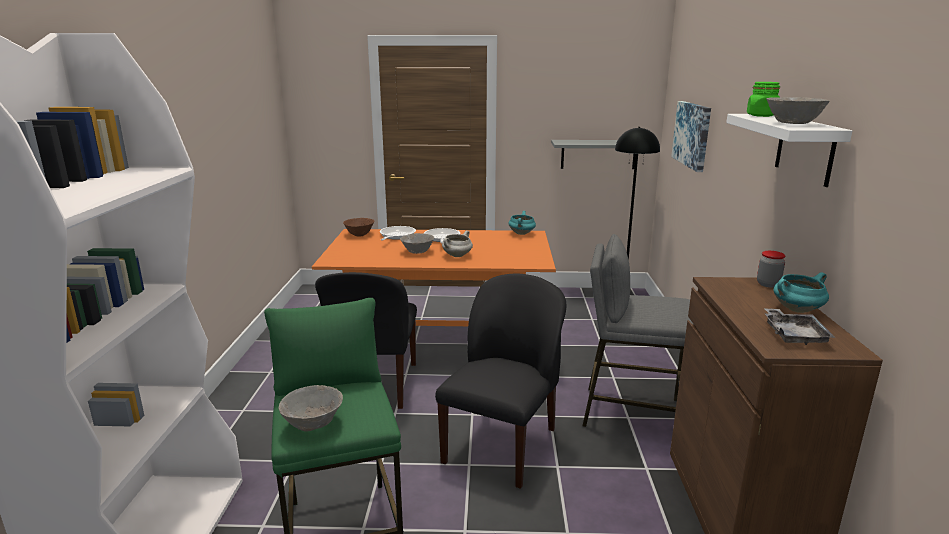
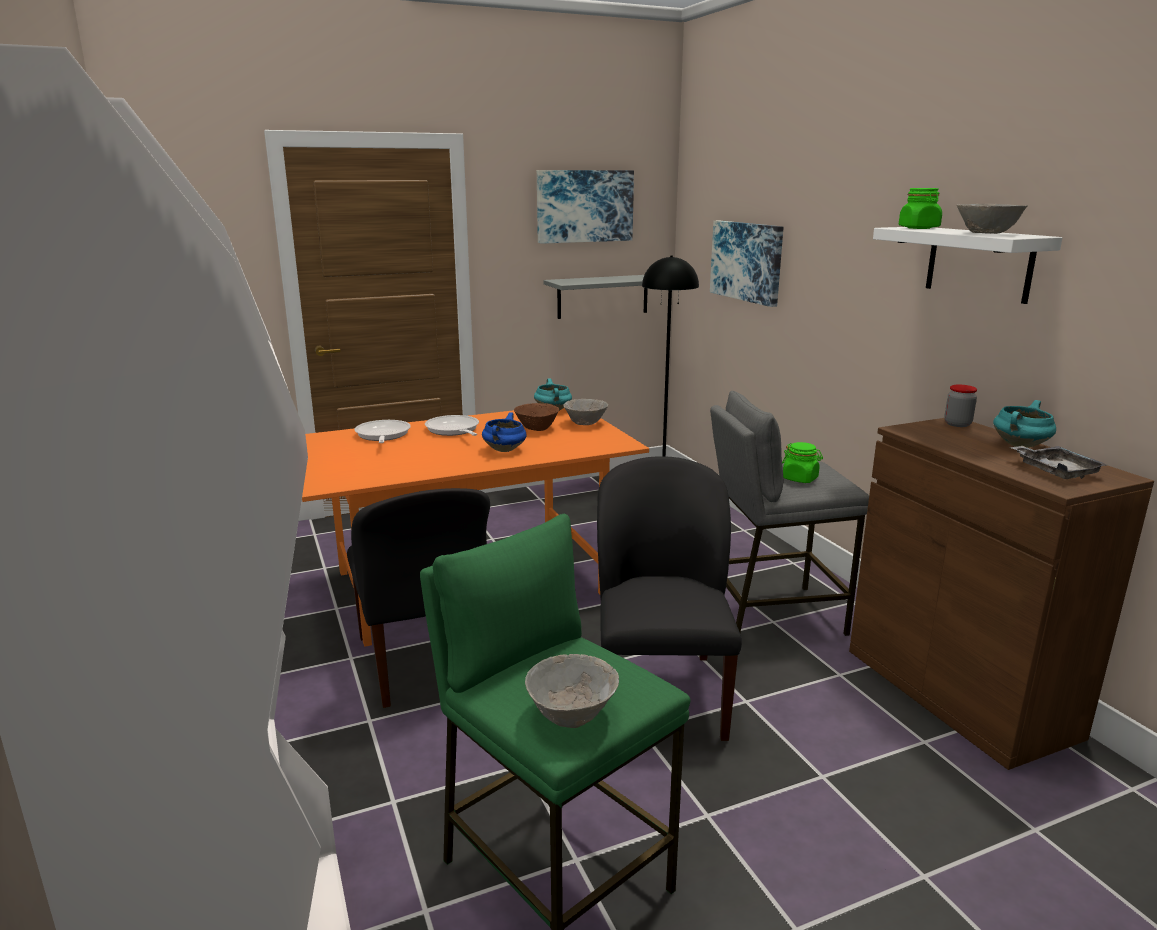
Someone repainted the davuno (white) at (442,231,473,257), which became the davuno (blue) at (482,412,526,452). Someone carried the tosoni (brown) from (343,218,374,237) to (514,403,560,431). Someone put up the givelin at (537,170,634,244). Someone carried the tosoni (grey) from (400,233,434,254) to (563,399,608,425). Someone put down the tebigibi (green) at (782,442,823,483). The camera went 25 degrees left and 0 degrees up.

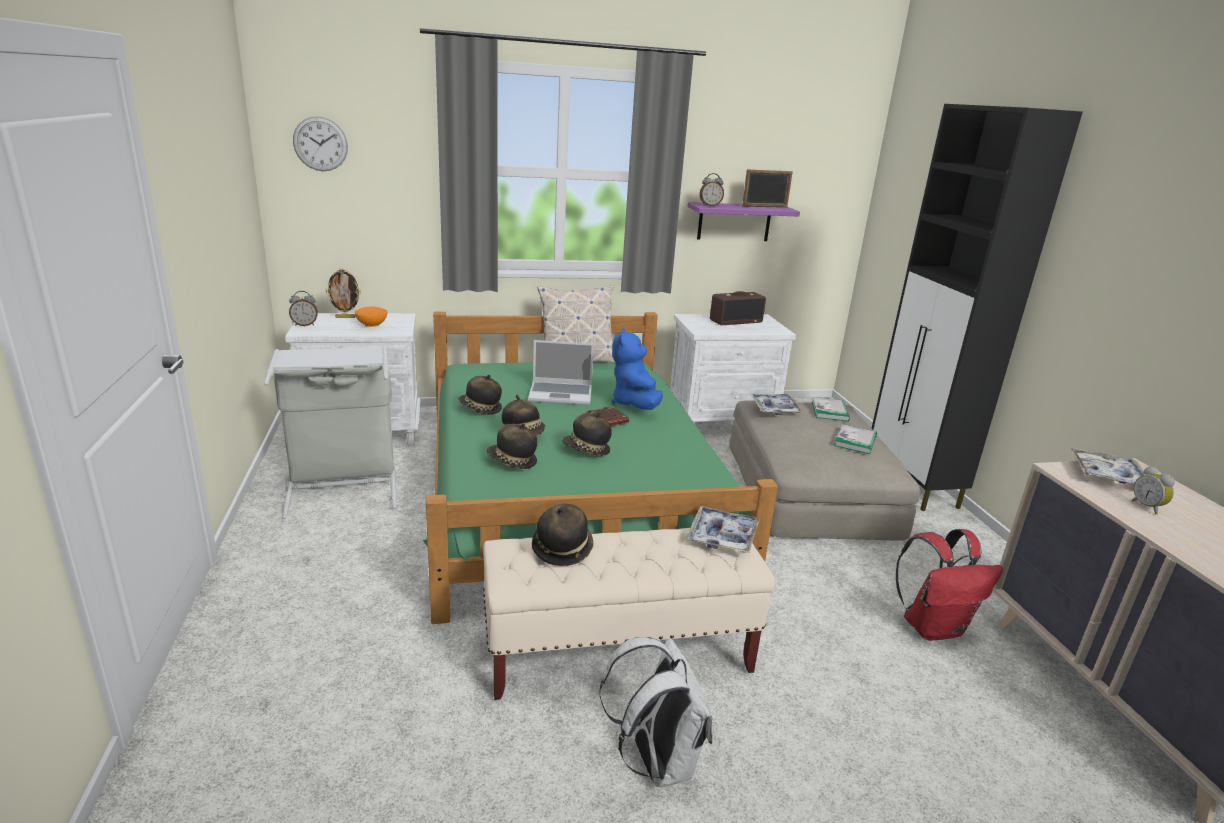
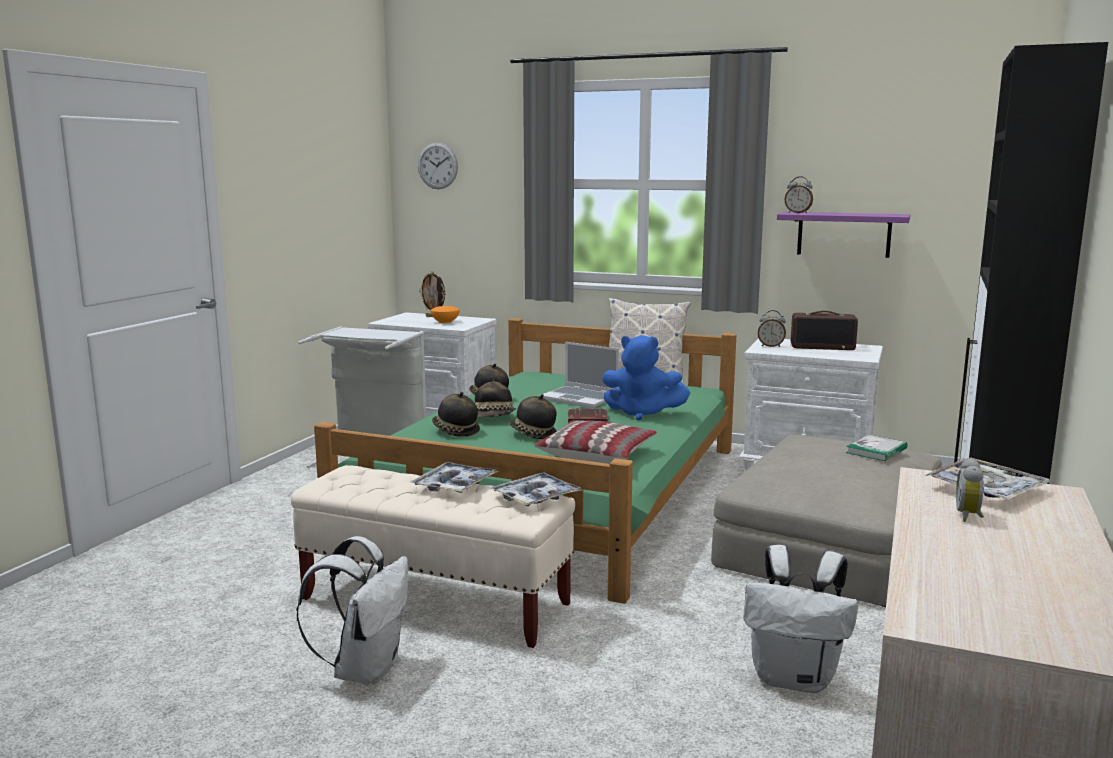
Someone carried the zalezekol from (750,394,803,415) to (410,462,498,493). Someone put down the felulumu at (534,420,657,464). Someone rotated the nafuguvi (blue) at (612,328,663,410) by 105 degrees counterclockwise. Someone repainted the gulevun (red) at (896,529,1003,641), which became the gulevun (white) at (744,545,858,693). Someone carried the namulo from (289,291,318,326) to (758,310,786,347). Someone took away the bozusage at (532,503,594,566). Someone took away the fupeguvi at (742,170,793,208). Someone took away the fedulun at (834,424,877,454). The camera went 35 degrees right and 10 degrees down.

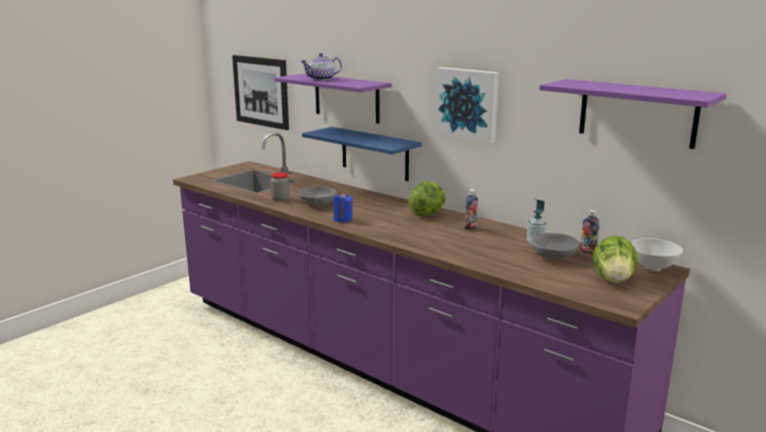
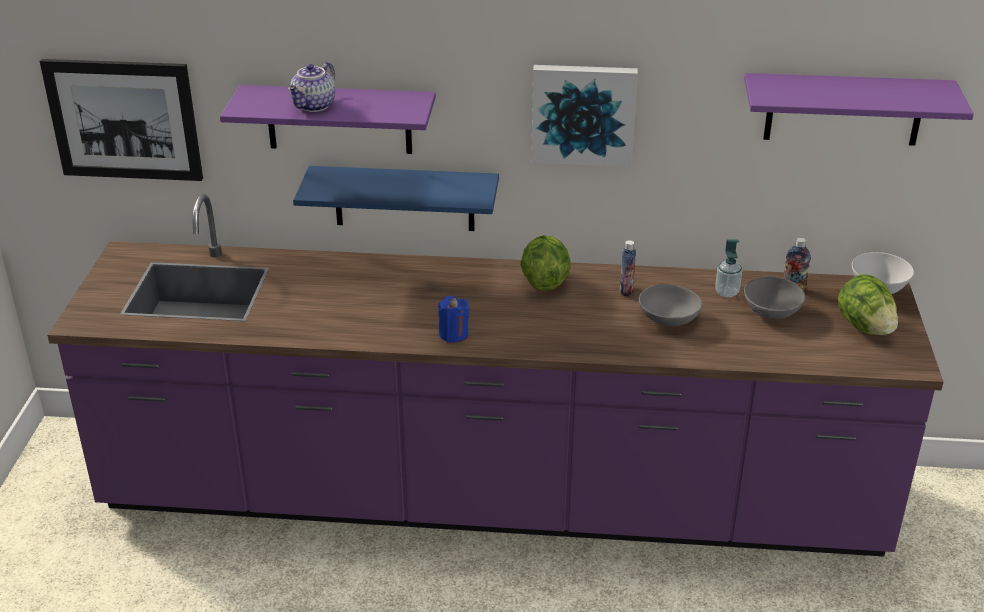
Someone carried the tosoni (grey) from (299,186,337,206) to (639,284,702,326). Someone took away the tebigibi at (271,172,289,201). The camera went 35 degrees left and 15 degrees up.

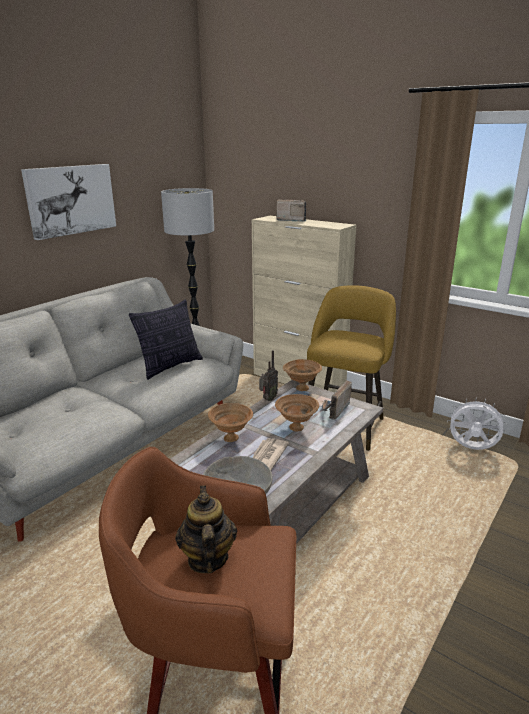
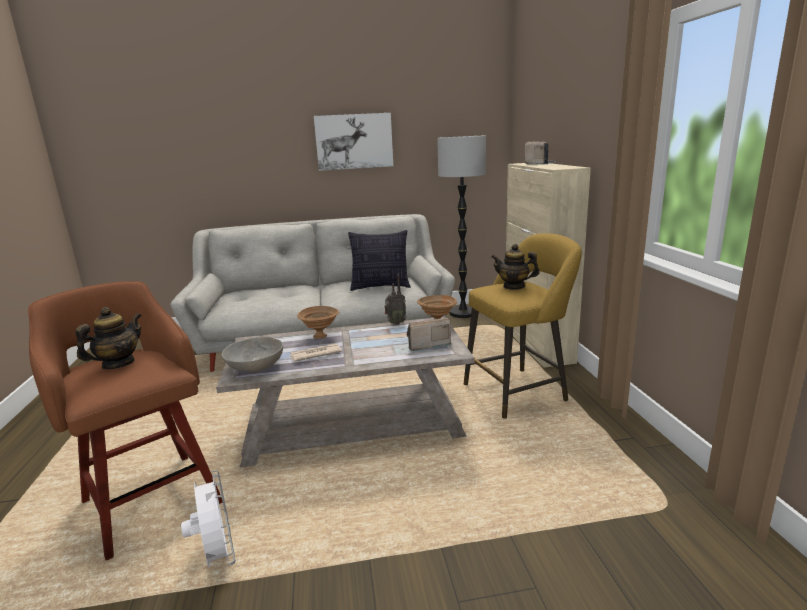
Someone carried the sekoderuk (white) from (447,397,507,450) to (181,470,235,568). Someone put down the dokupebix at (491,244,540,290). Someone took away the tosoni (brown) at (275,394,319,431). The camera went 45 degrees right and 5 degrees down.

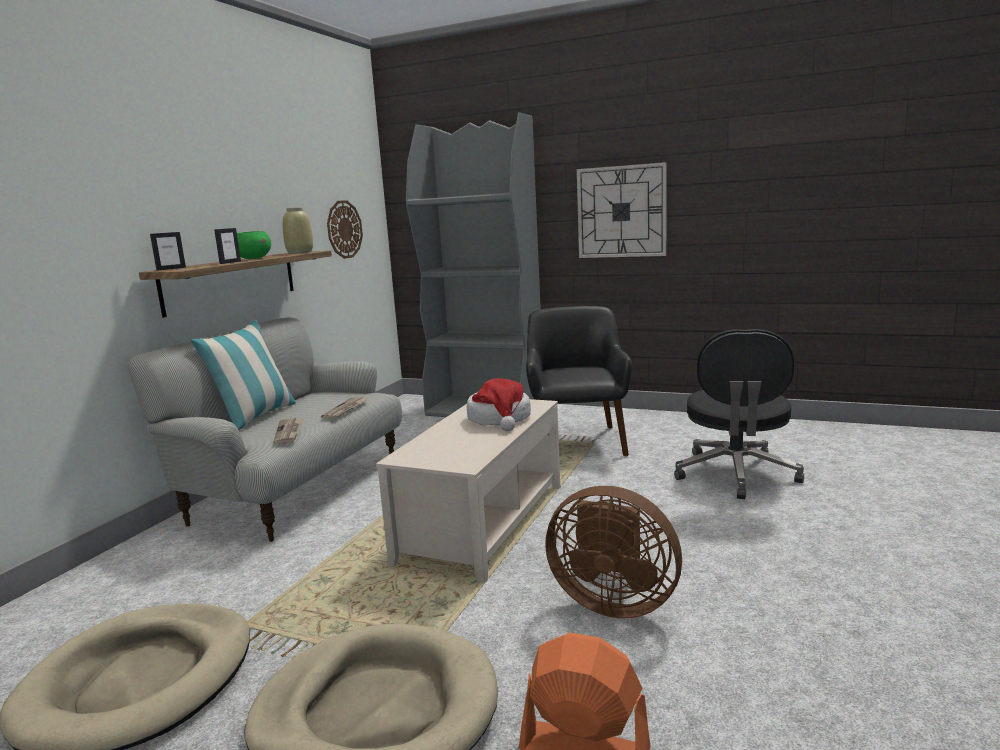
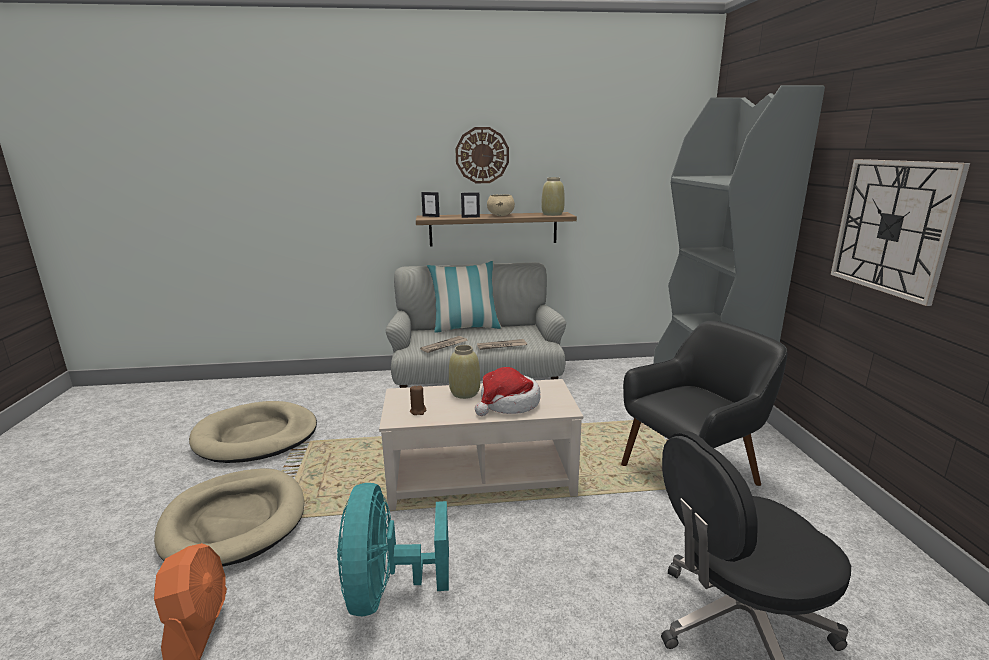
Someone repainted the sekoderuk (brown) at (545,486,682,618), which became the sekoderuk (turquoise) at (337,483,449,616). Someone put down the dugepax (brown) at (410,385,426,415). Someone put down the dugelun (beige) at (449,345,480,399). Someone carried the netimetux from (327,200,363,259) to (455,127,509,183). Someone repainted the tosoni (green) at (237,231,271,259), which became the tosoni (beige) at (487,194,515,216). The camera went 60 degrees right and 5 degrees up.

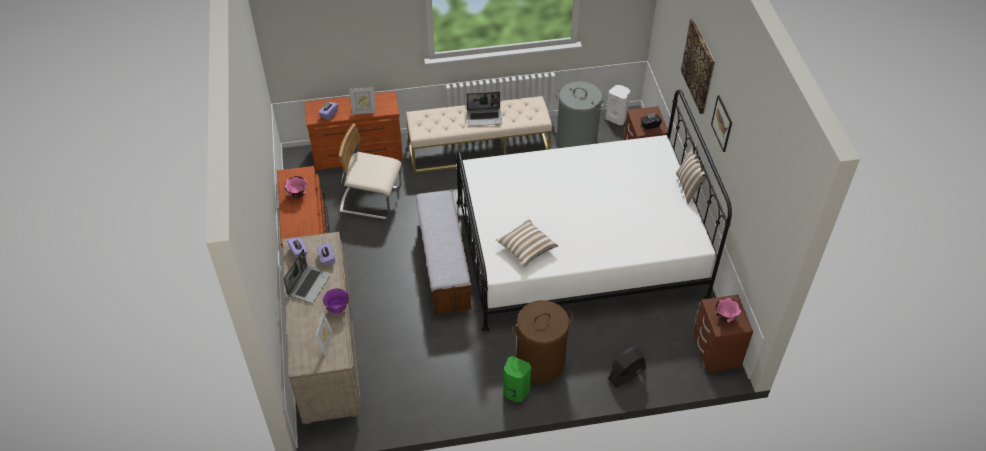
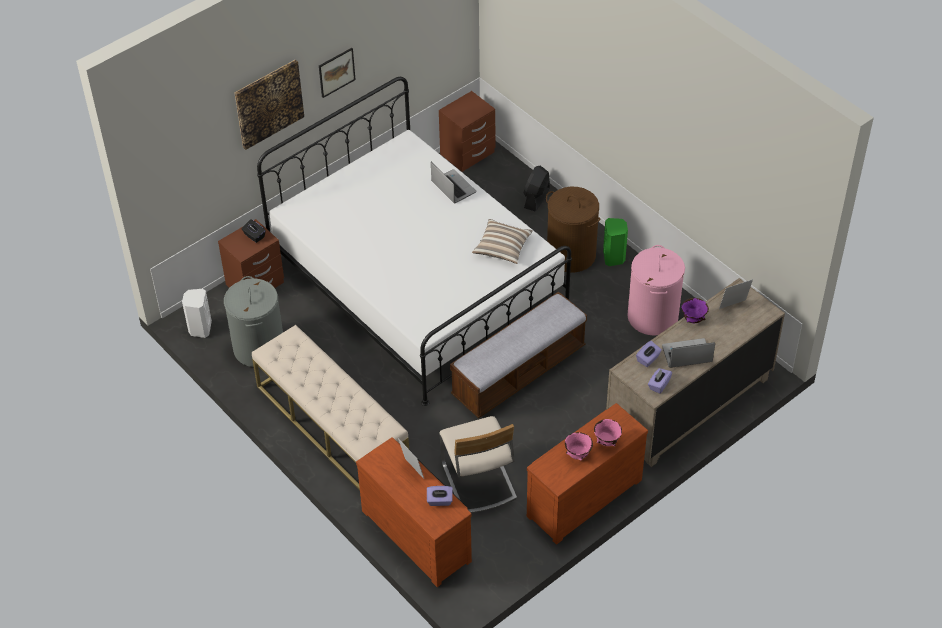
Someone carried the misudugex from (467,92,502,126) to (431,162,476,203). Someone rotated the sekoderuk (black) at (608,346,646,388) by 90 degrees clockwise. Someone carried the tosoni (pink) from (715,298,741,323) to (594,419,622,446). Someone put down the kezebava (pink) at (628,245,685,336). Someone took away the felulumu at (676,144,709,204). The camera went 120 degrees left and 0 degrees up.

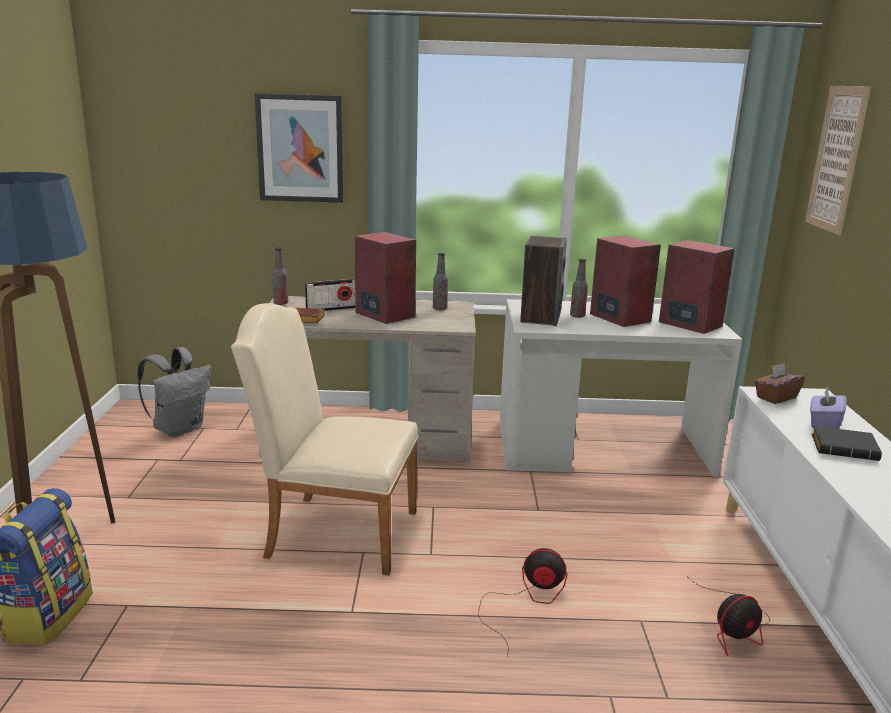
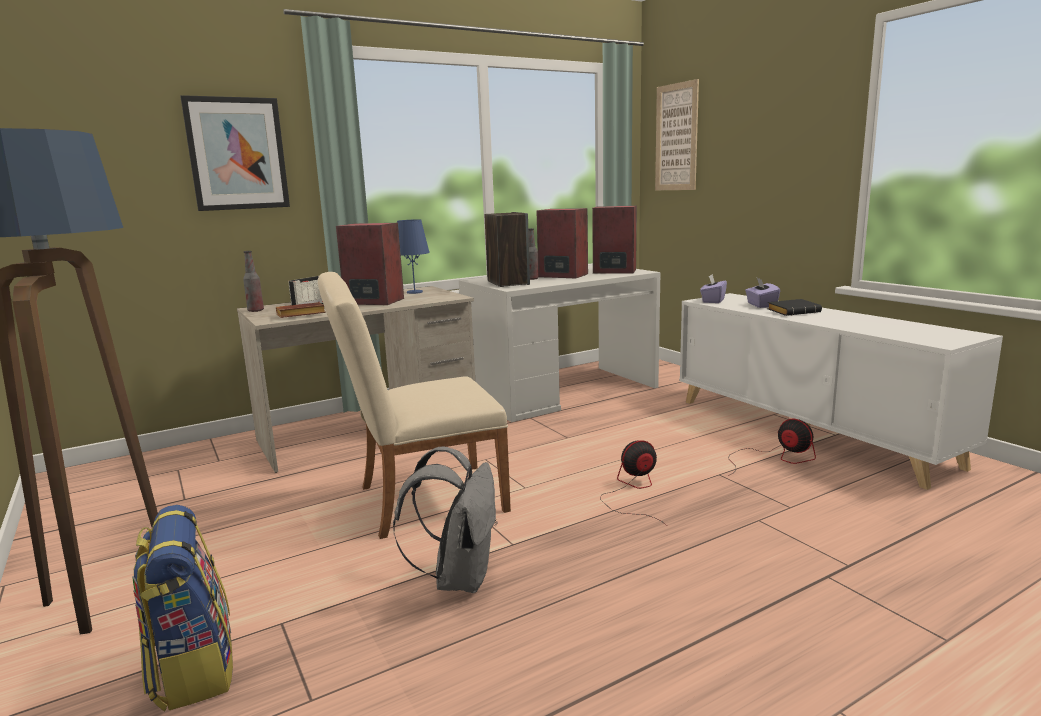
Someone carried the gulevun (grey) from (137,347,212,437) to (393,447,498,593). Someone swapped the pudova at (433,253,448,310) for the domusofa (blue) at (397,219,430,294). Someone repainted the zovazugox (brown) at (755,363,805,404), which became the zovazugox (purple) at (700,274,727,303). Someone rotated the sekoderuk at (689,578,770,656) by 75 degrees counterclockwise. The camera went 30 degrees left and 5 degrees down.

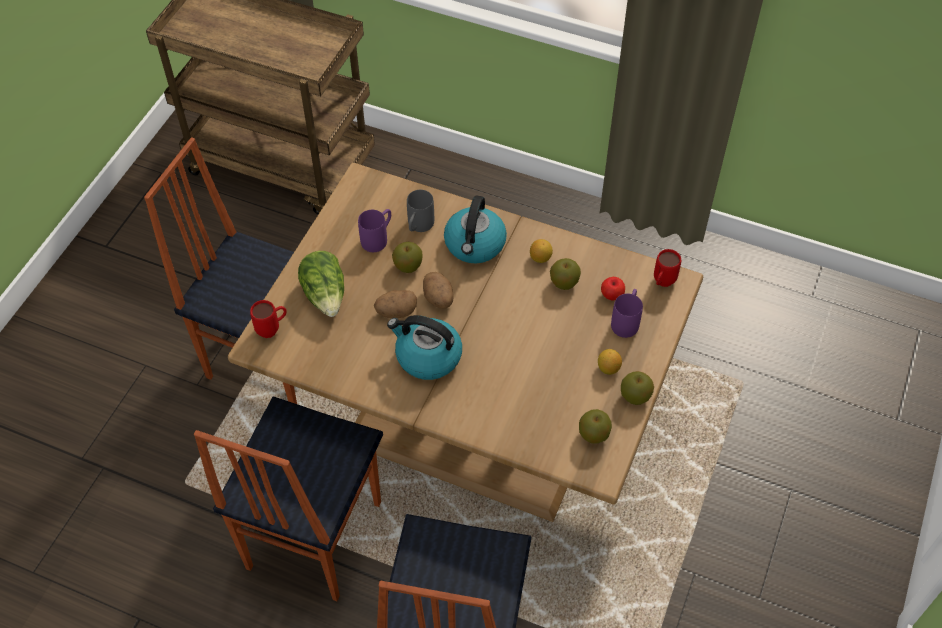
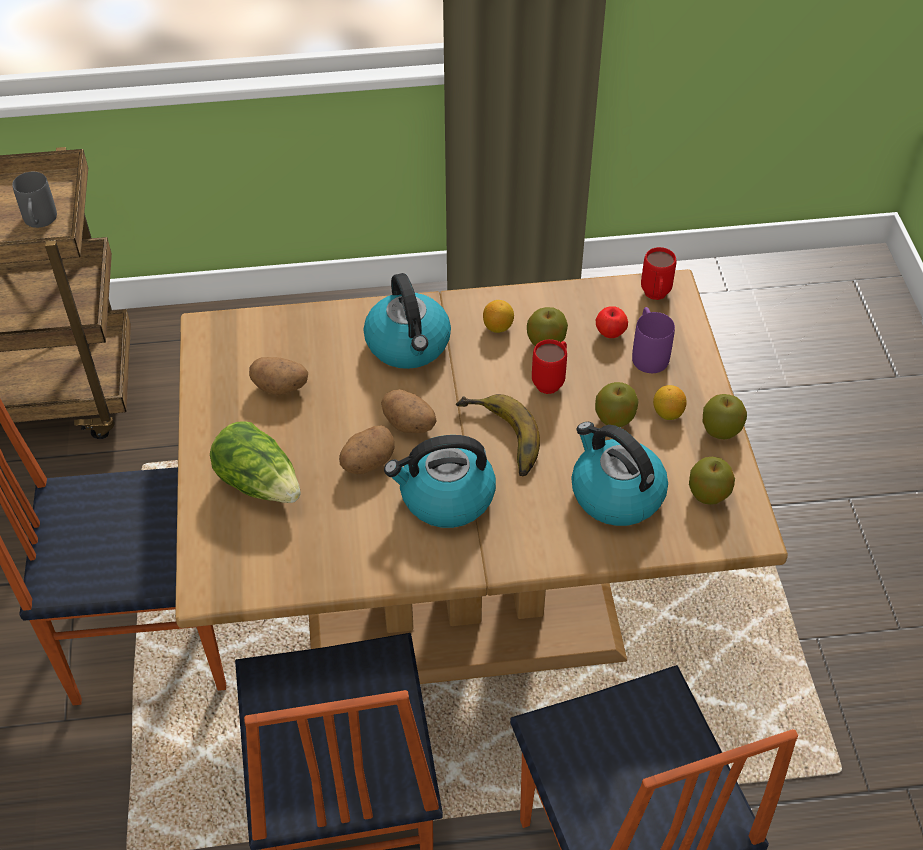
Someone carried the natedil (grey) from (407,190,434,232) to (12,172,57,228). Someone swapped the natedil (purple) at (358,209,391,252) for the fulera at (249,357,308,395). Someone put down the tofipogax at (456,394,540,476). Someone carried the natedil (red) from (250,300,287,338) to (532,339,567,394). Someone put down the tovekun at (571,422,668,526). Someone carried the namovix from (392,242,423,273) to (595,382,638,427). The camera went 30 degrees left and 5 degrees down.

